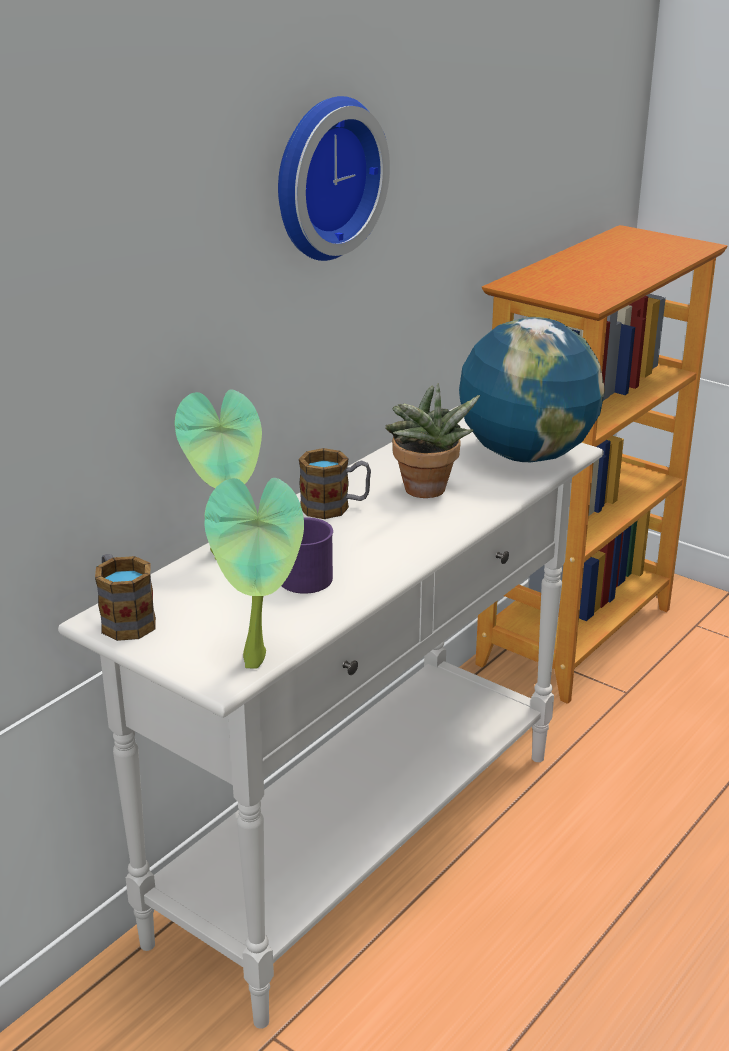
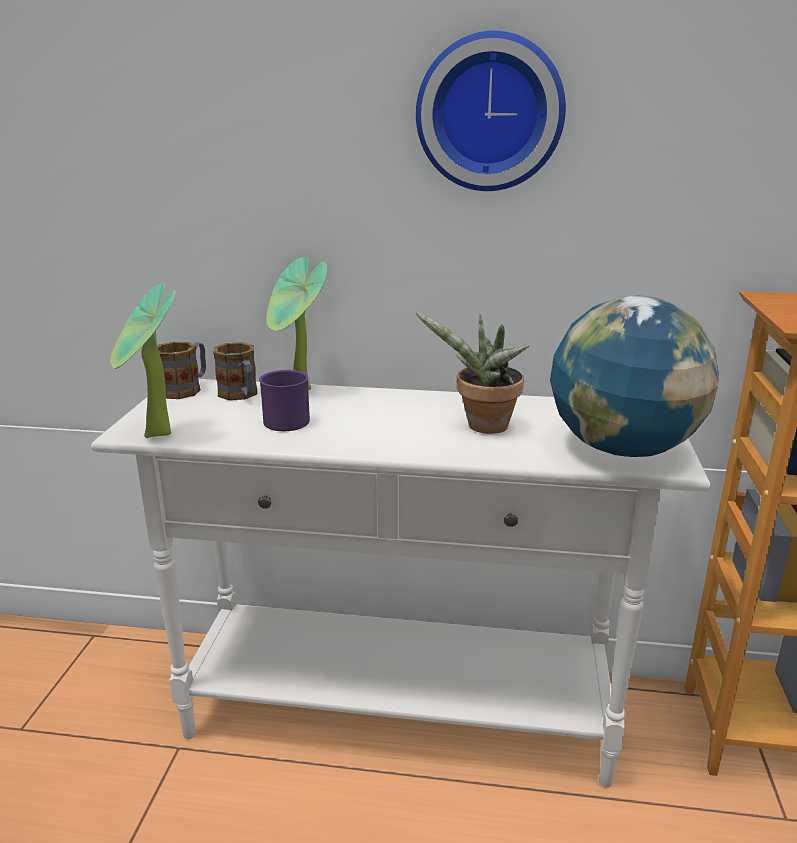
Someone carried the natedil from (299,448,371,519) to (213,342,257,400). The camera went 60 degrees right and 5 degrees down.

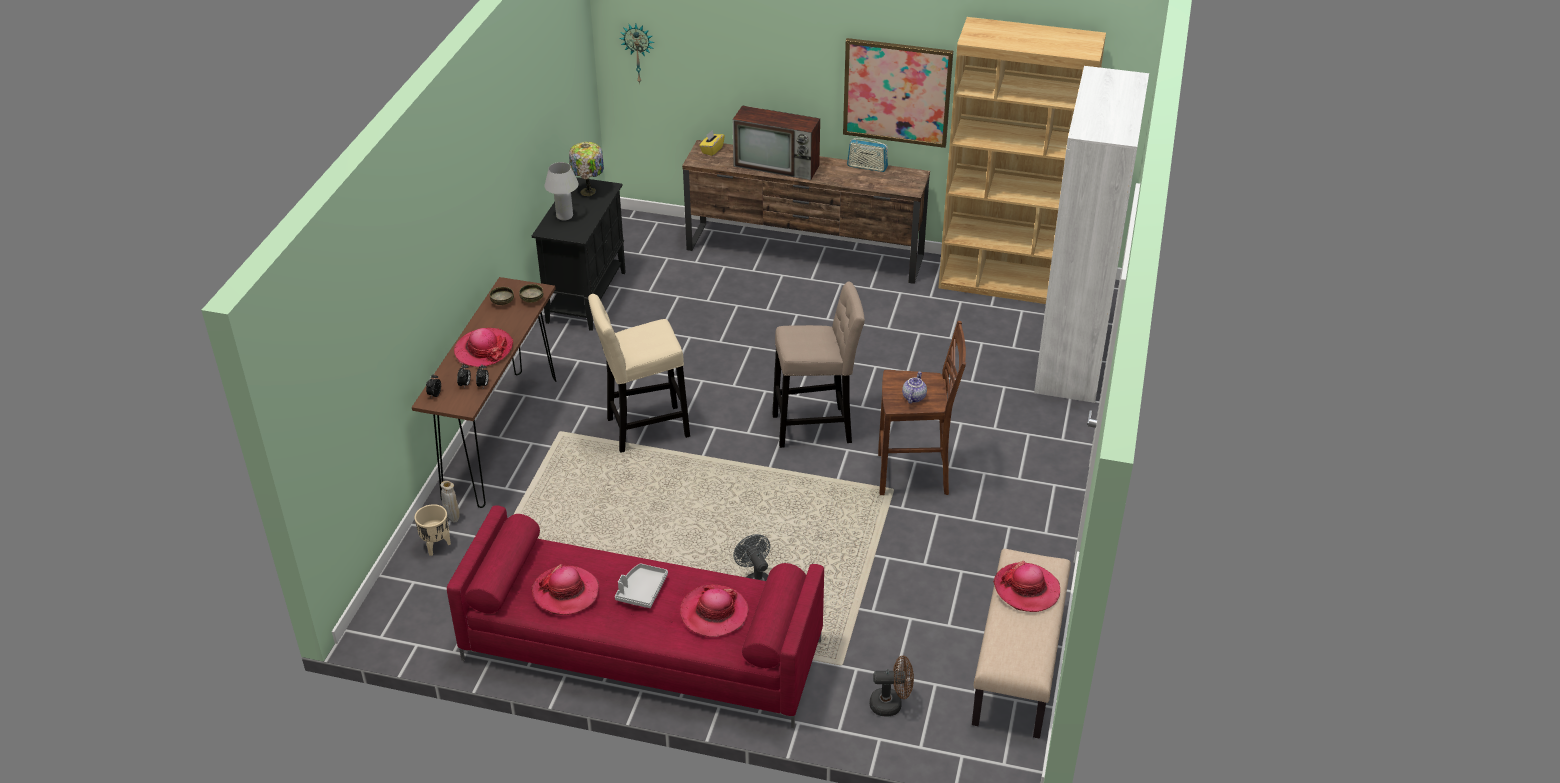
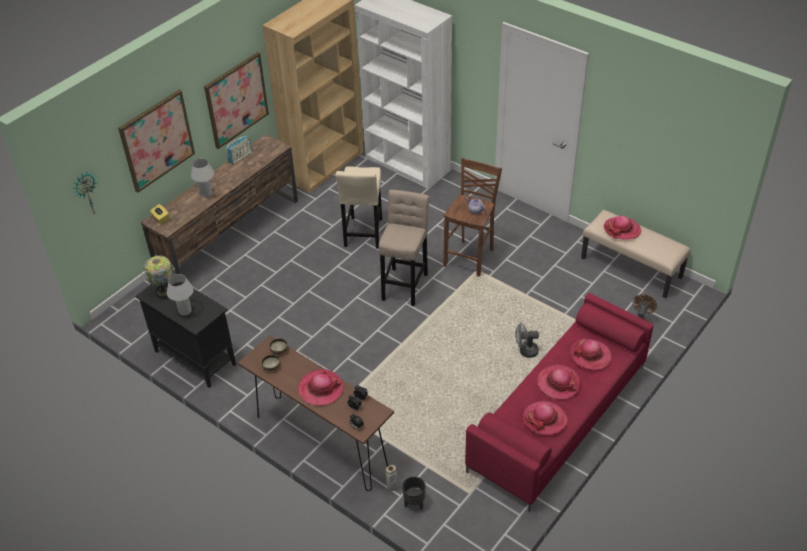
Someone put up the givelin at (118,90,195,193). Someone swapped the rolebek at (733,105,820,180) for the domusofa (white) at (191,159,214,197). Someone carried the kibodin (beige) from (588,294,690,453) to (336,166,382,248). Someone repainted the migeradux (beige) at (414,504,451,556), which became the migeradux (black) at (402,476,426,510). Someone swapped the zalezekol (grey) at (615,563,668,608) for the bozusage at (537,364,580,399). The camera went 65 degrees left and 5 degrees up.

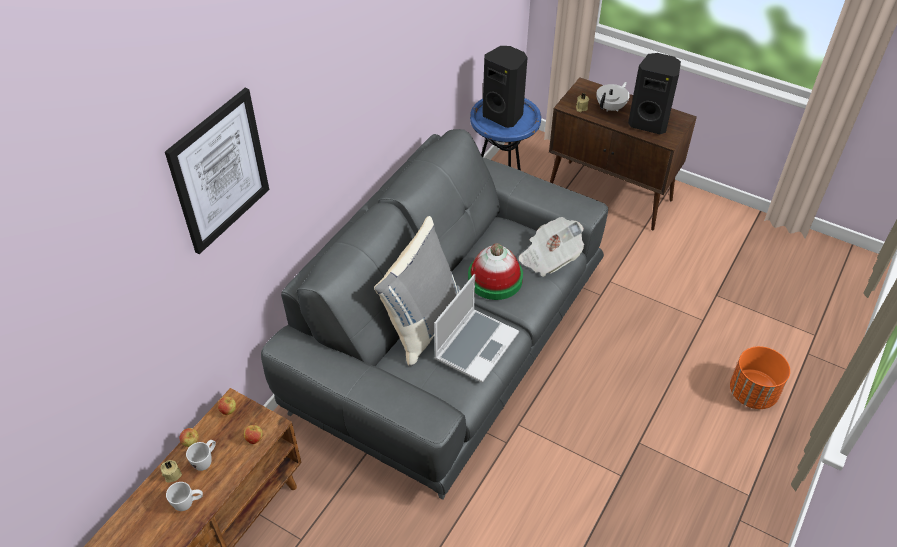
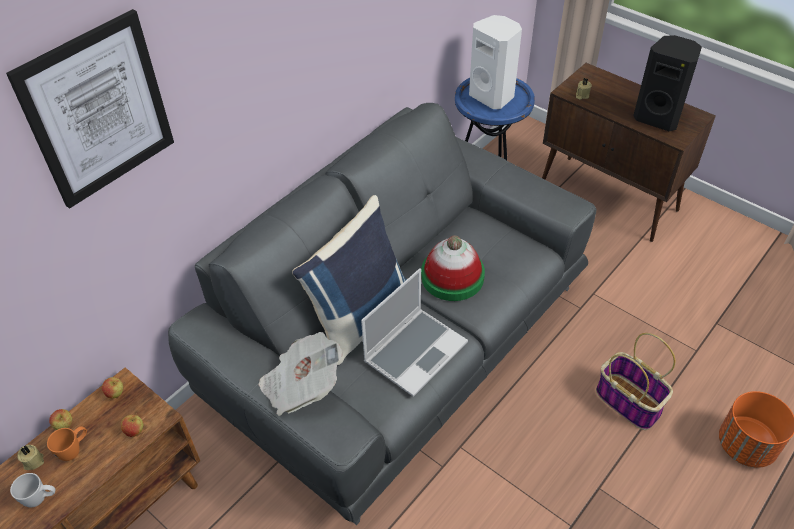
Someone repainted the natedil (white) at (186,440,216,471), which became the natedil (orange) at (47,426,87,461). Someone carried the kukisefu from (519,217,584,277) to (259,332,343,416). Someone repainted the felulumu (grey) at (374,216,461,366), which became the felulumu (blue) at (292,195,407,366). Someone repainted the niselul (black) at (482,46,528,128), which became the niselul (white) at (469,15,522,109). Someone put down the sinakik at (596,333,676,430). Someone took away the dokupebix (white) at (596,82,630,112). The camera went 10 degrees right and 0 degrees up.

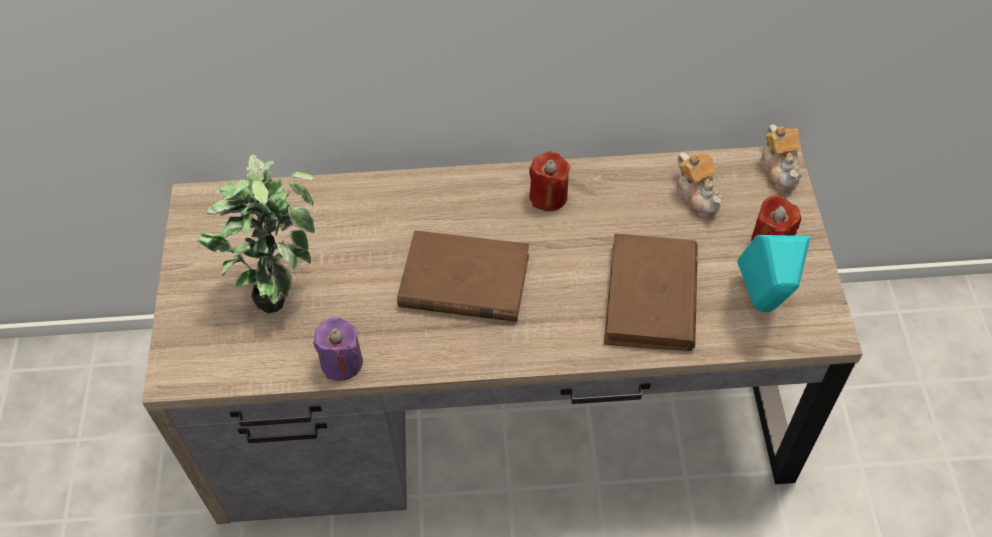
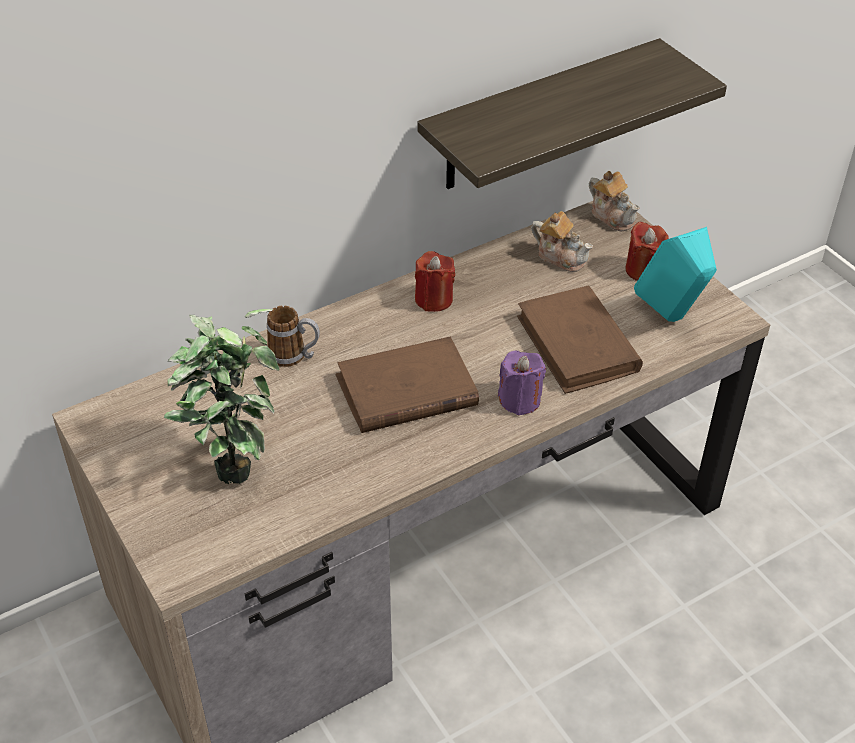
Someone put down the natedil at (267,306,320,367). Someone put up the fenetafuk at (418,38,727,189). Someone carried the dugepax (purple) from (313,317,363,381) to (498,350,546,415). The camera went 30 degrees left and 10 degrees down.

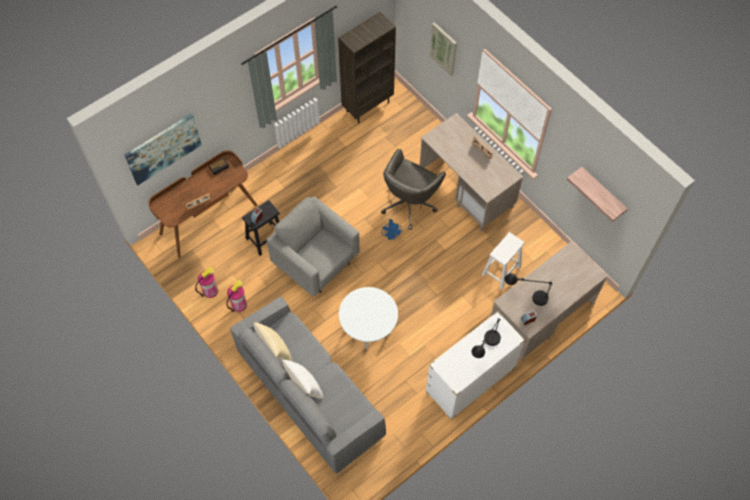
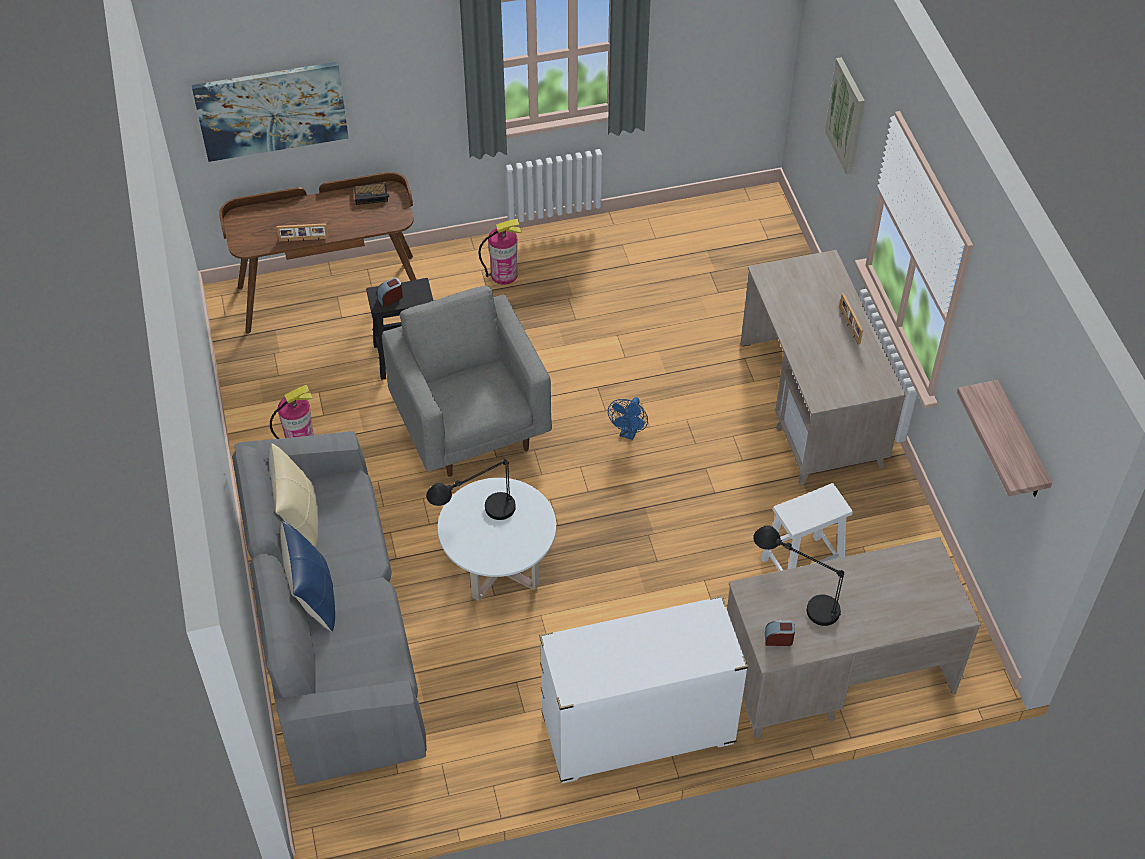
Someone repainted the felulumu (white) at (282,360,323,399), which became the felulumu (blue) at (280,521,335,631). Someone carried the domusofa (black) from (471,318,501,358) to (426,459,516,520). Someone carried the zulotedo from (195,267,218,298) to (478,219,522,285). Someone took away the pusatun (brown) at (338,12,396,123). Someone took away the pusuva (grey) at (381,149,446,229). The camera went 25 degrees right and 10 degrees down.

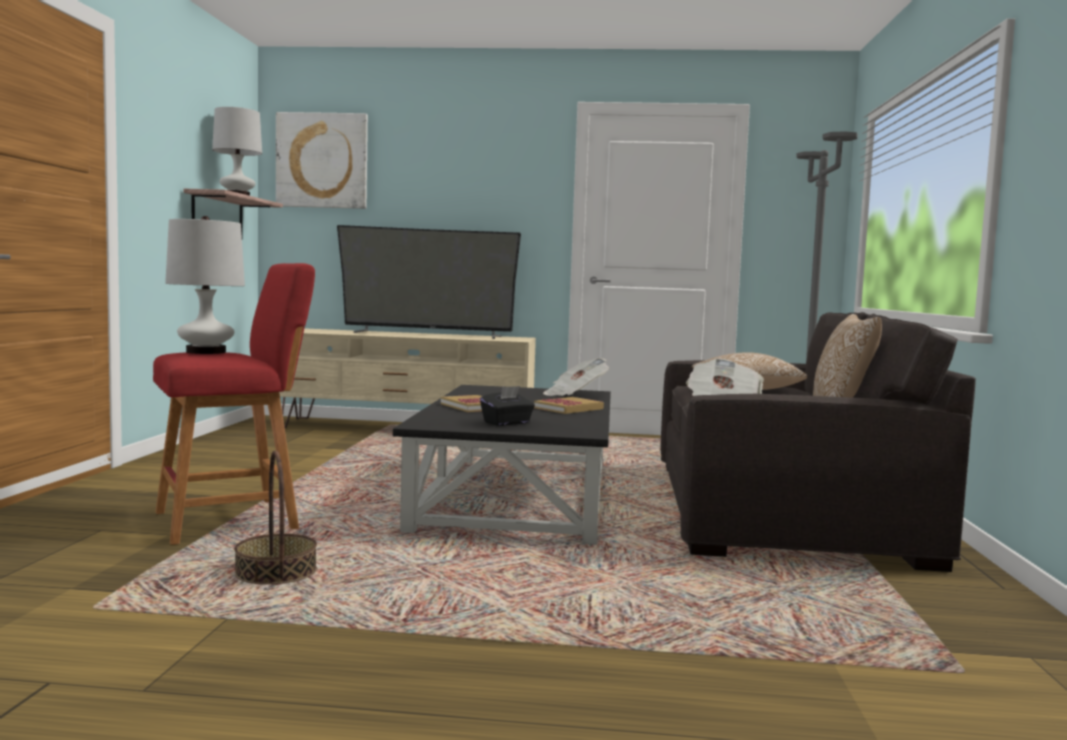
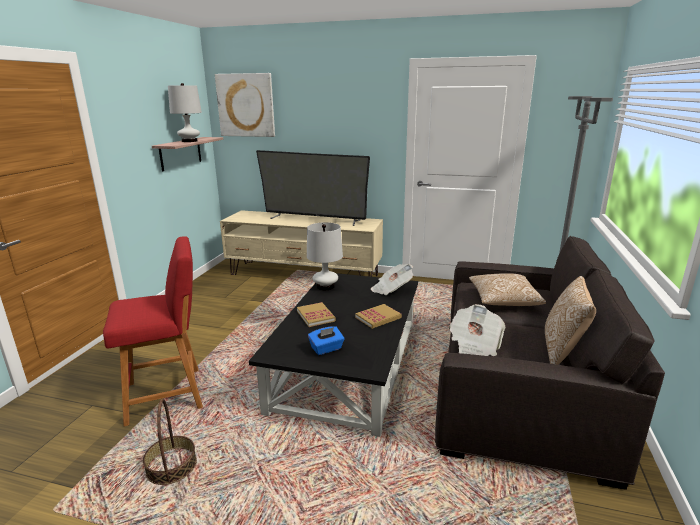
Someone carried the domusofa (white) from (165,216,245,354) to (307,222,343,290). Someone repainted the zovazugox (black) at (480,386,535,426), which became the zovazugox (blue) at (308,326,344,355). The camera went 10 degrees right and 15 degrees up.

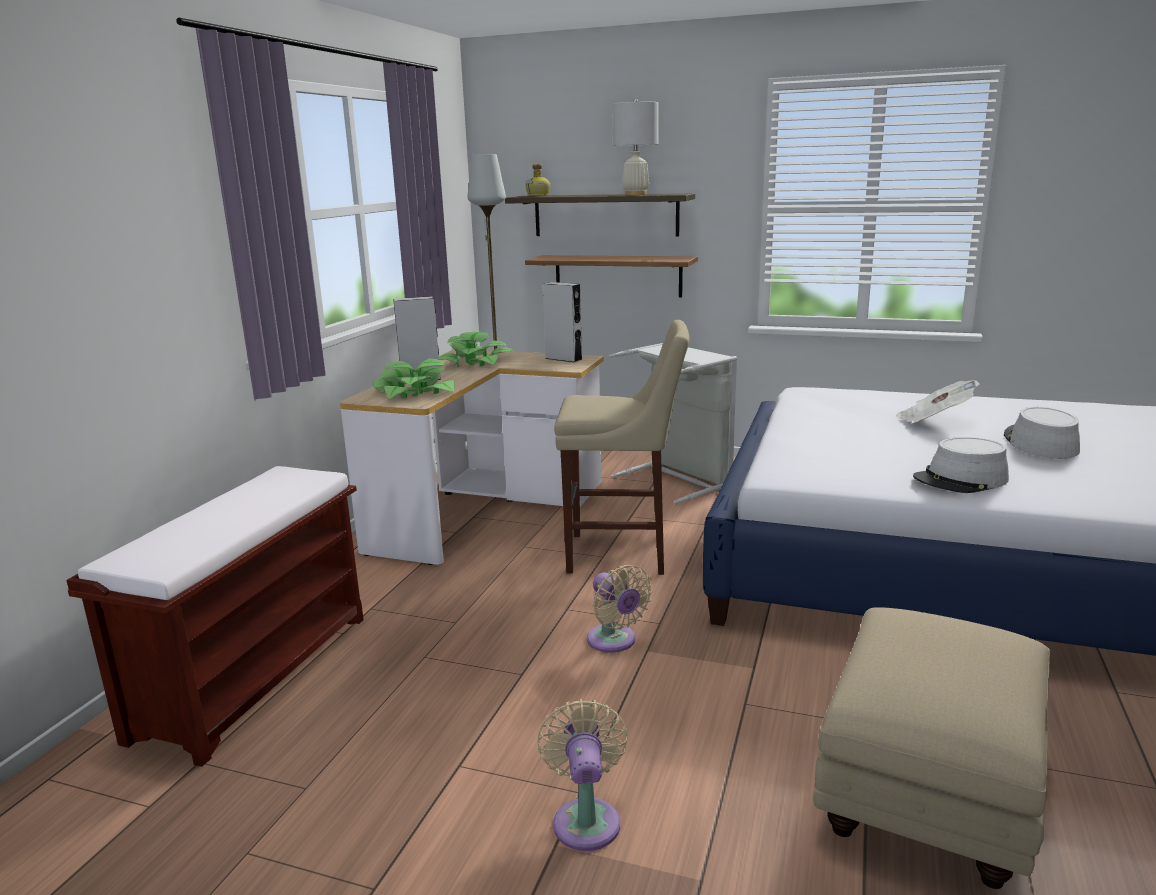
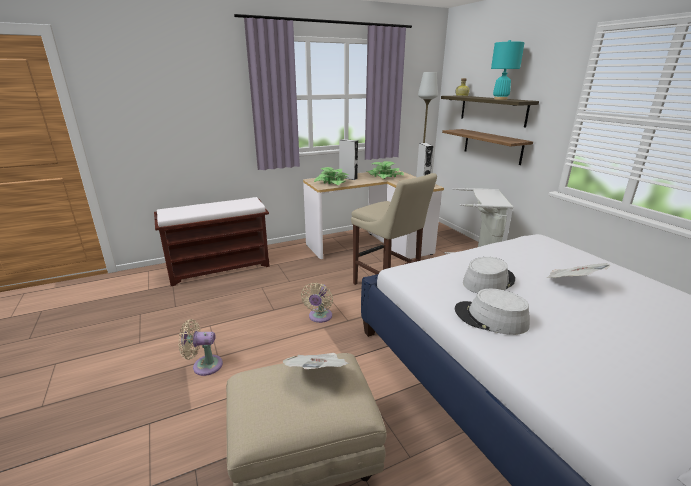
Someone rotated the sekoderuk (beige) at (538,699,628,851) by 135 degrees counterclockwise. Someone put down the kukisefu at (283,353,349,369). Someone carried the bozusage (grey) from (1004,407,1080,459) to (463,257,515,293). Someone repainted the domusofa (white) at (612,99,659,195), which became the domusofa (turquoise) at (491,40,525,100). The camera went 45 degrees right and 5 degrees up.

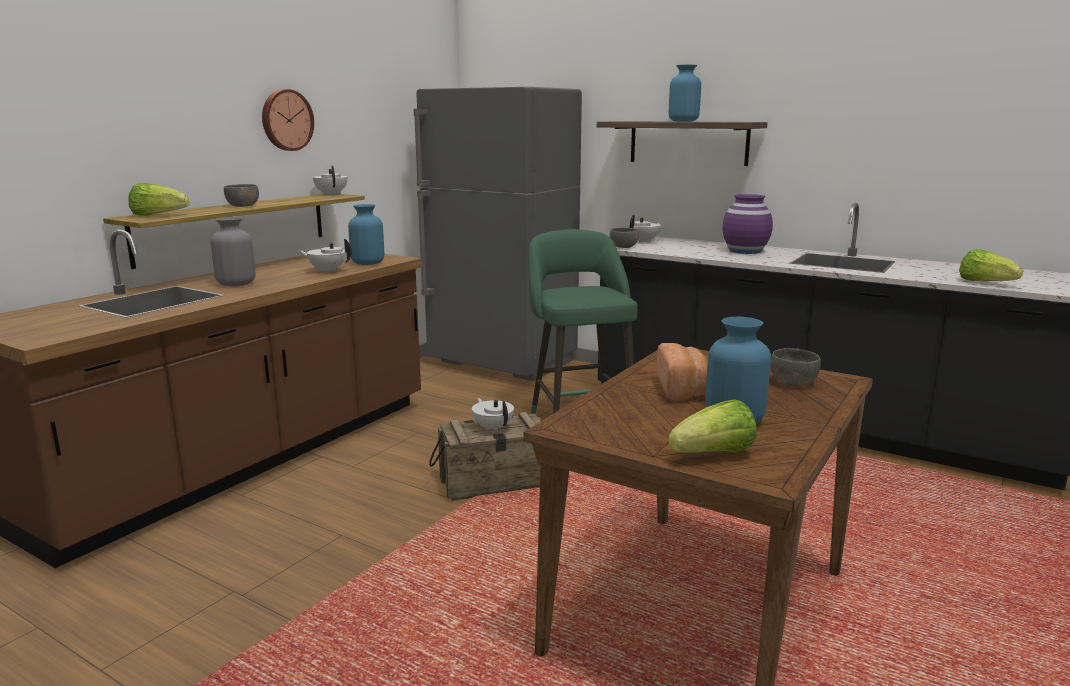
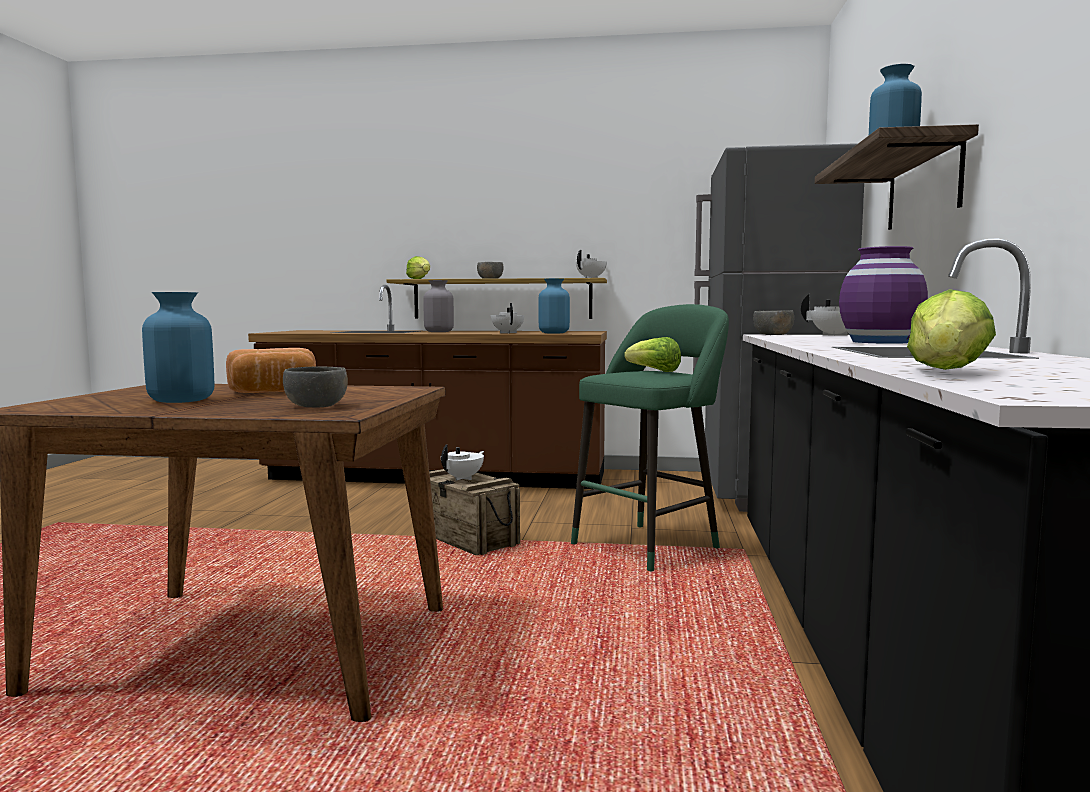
Someone carried the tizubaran from (668,400,757,453) to (624,337,681,372). Someone took away the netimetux at (262,89,314,151). The camera went 65 degrees right and 10 degrees down.

